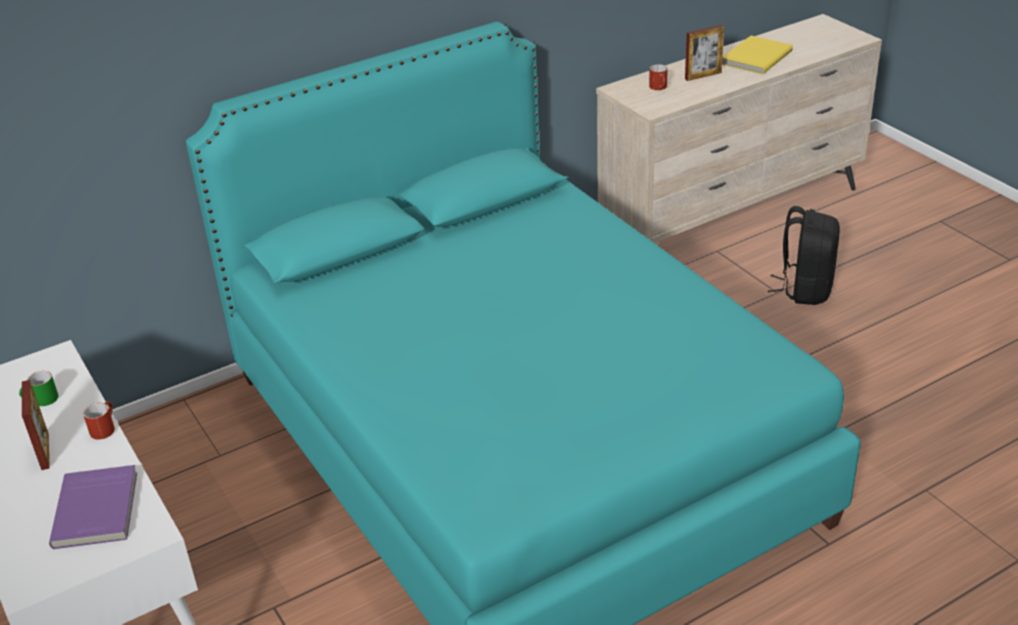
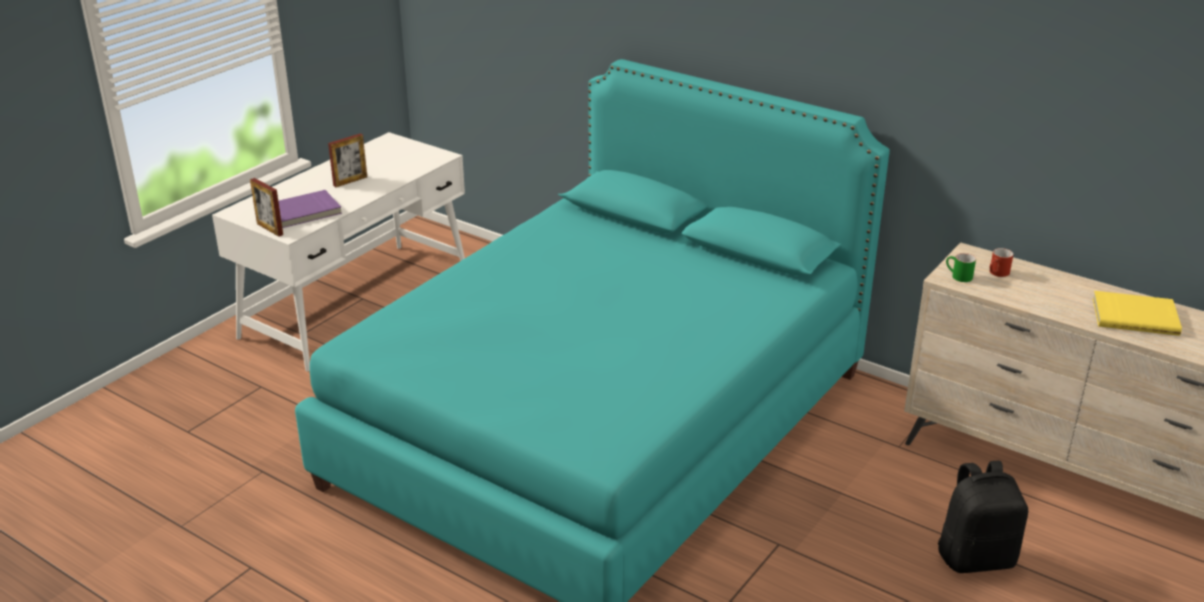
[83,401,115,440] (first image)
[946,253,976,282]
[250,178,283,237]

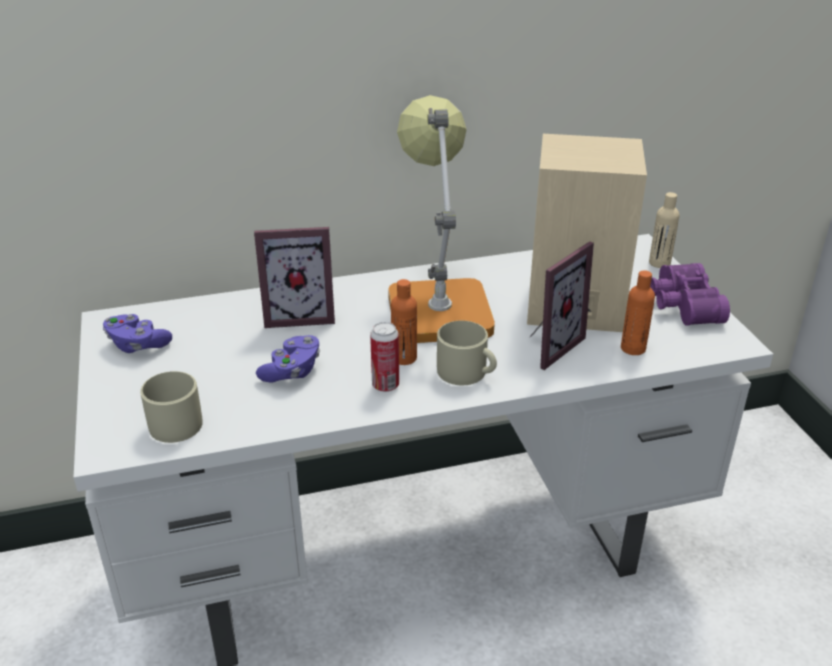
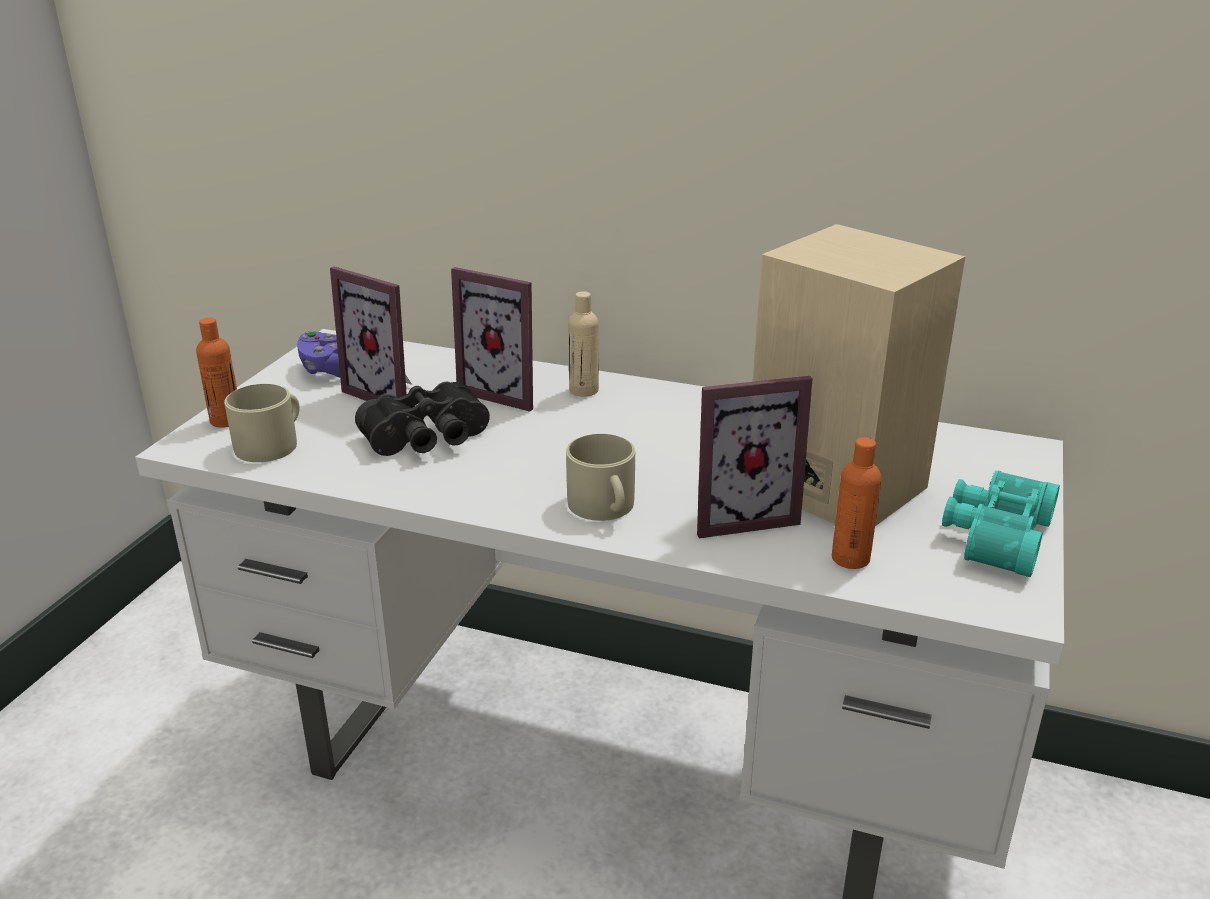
[370,322,399,392] (first image)
[388,95,495,343] (first image)
[330,267,412,401]
[196,317,237,428]
[568,291,599,397]
[355,382,490,456]
[942,470,1060,577]

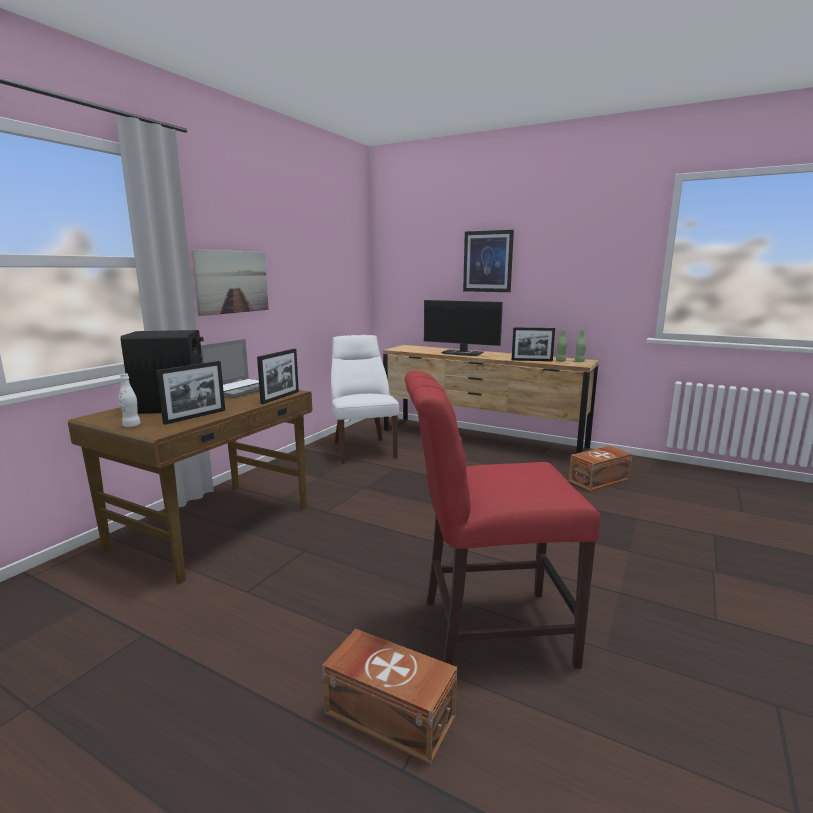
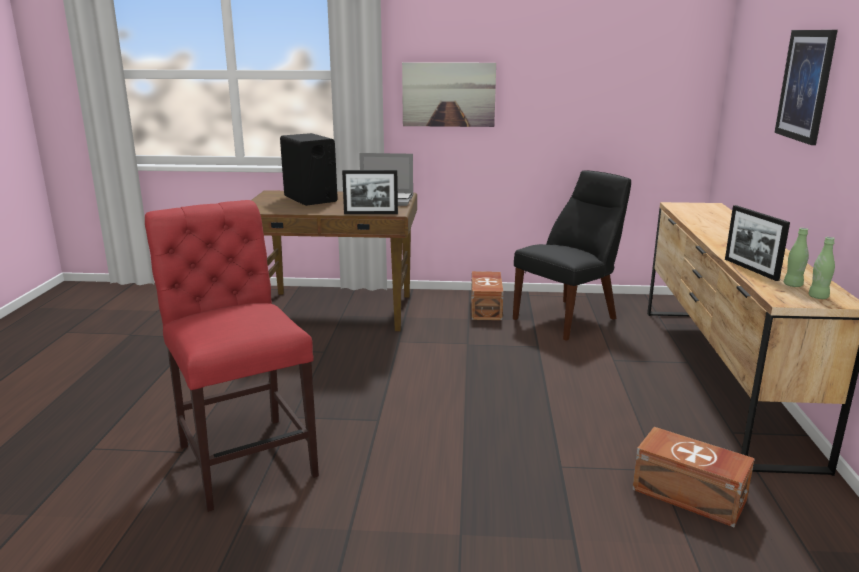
[119,373,141,427] (first image)
[156,361,225,425] (first image)
[424,300,503,356] (first image)
[471,271,503,320]
[513,170,631,341]

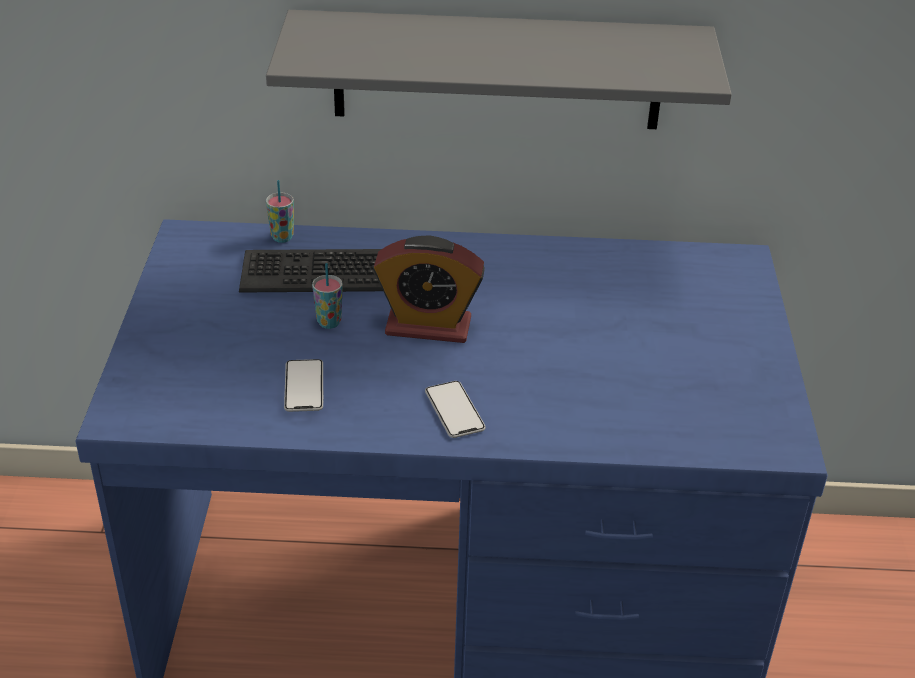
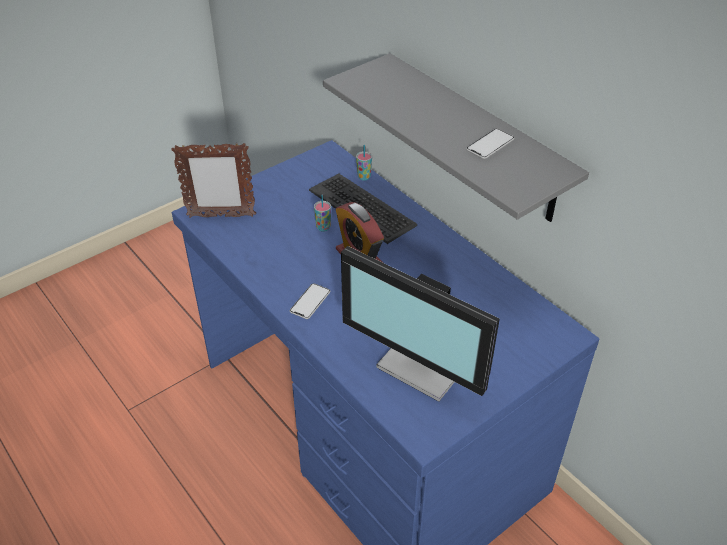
[171,143,256,218]
[341,246,500,401]
[466,129,515,159]

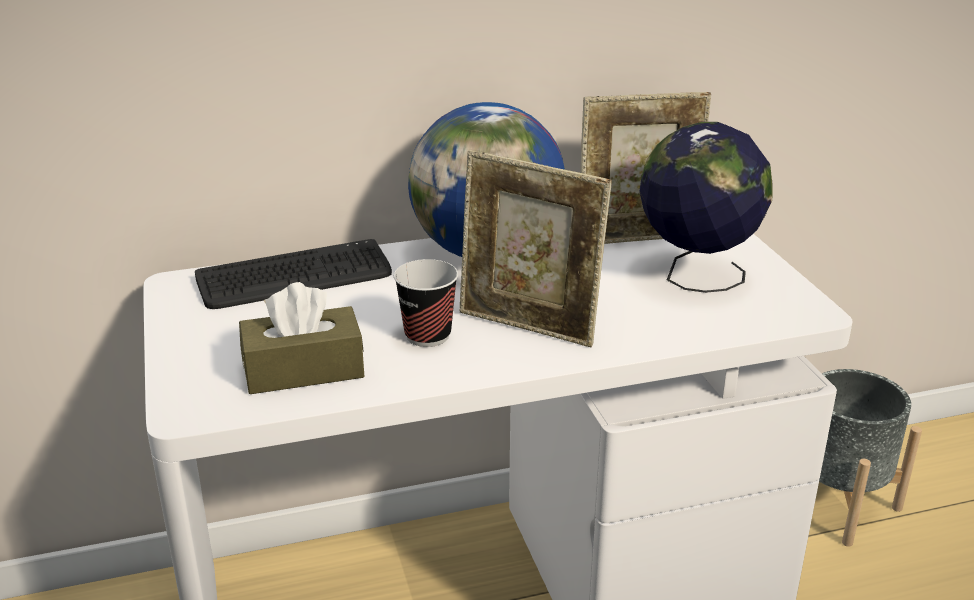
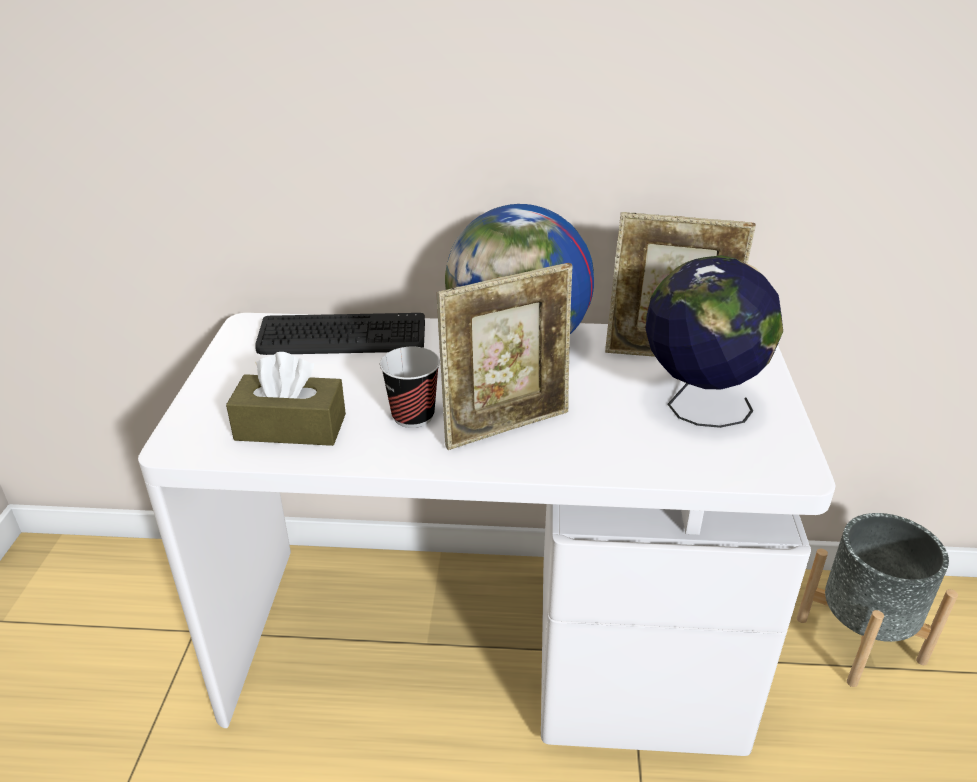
[437,263,572,450]

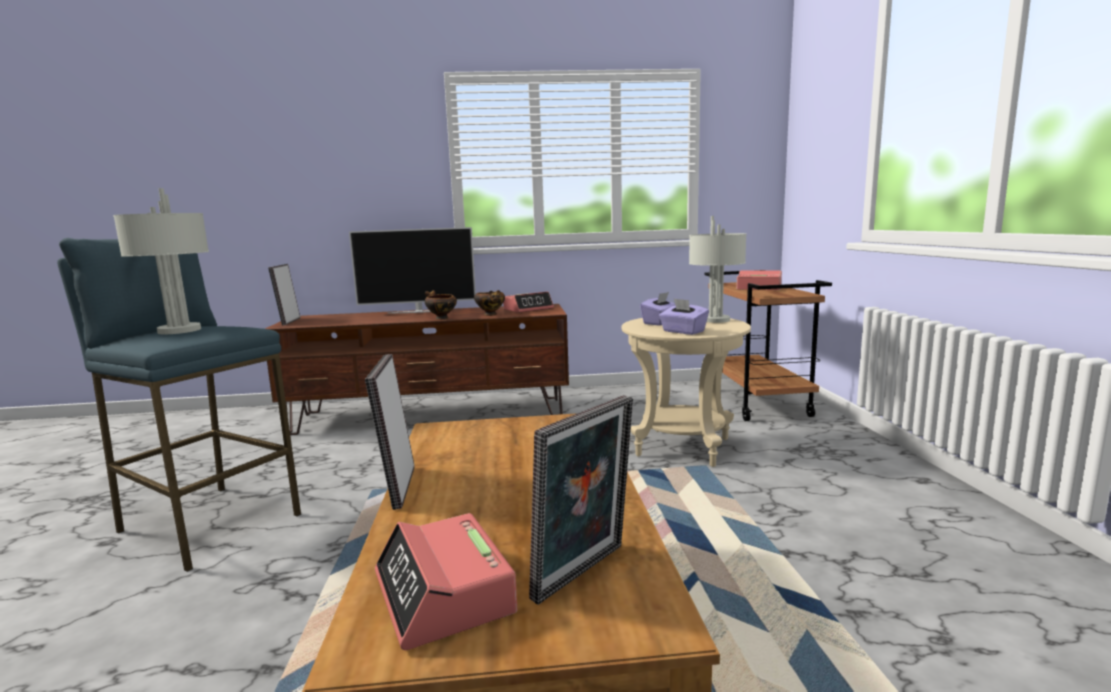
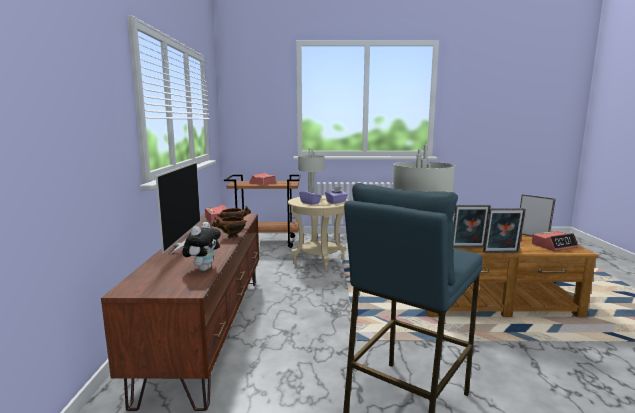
[182,222,221,271]
[453,205,491,248]

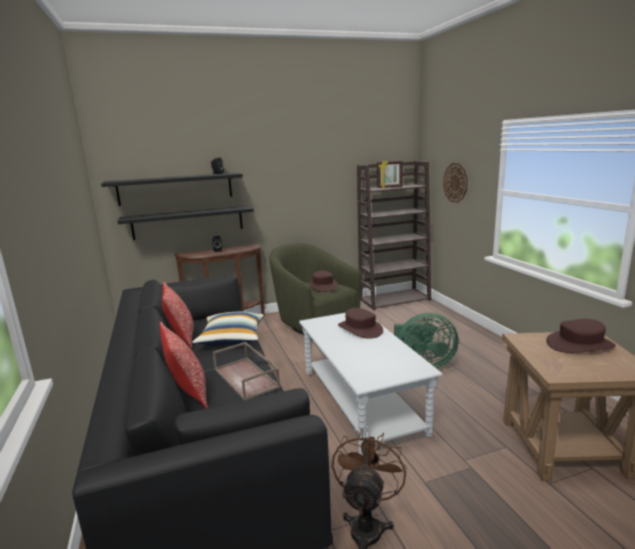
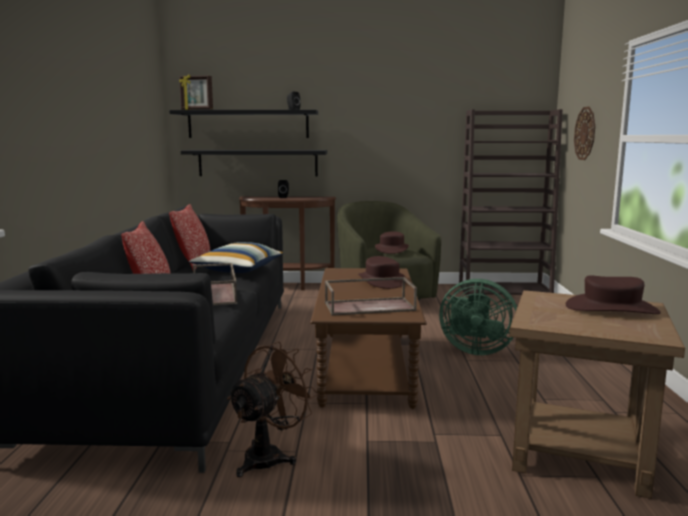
[325,277,417,316]
[179,74,213,110]
[310,268,427,409]

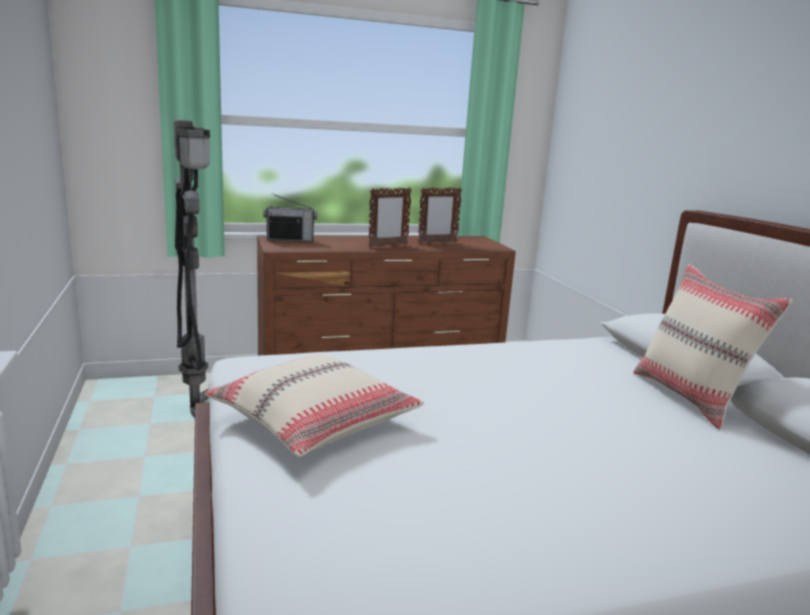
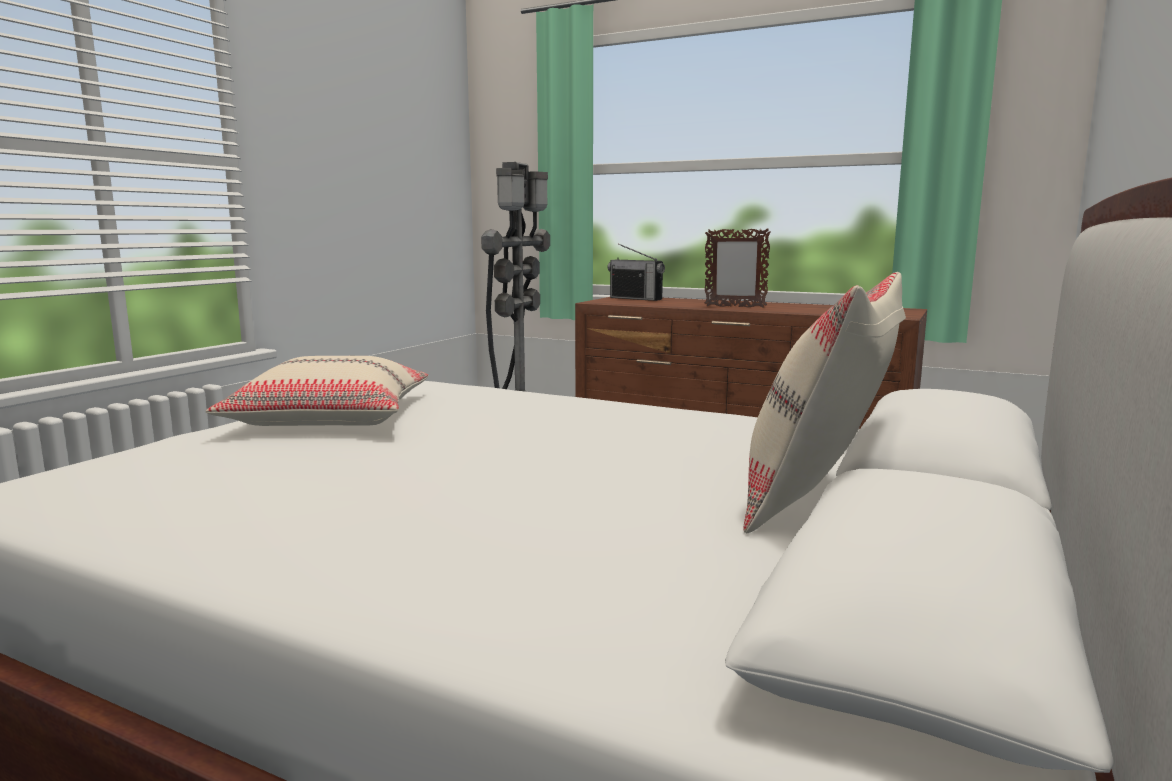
[418,187,462,243] (first image)

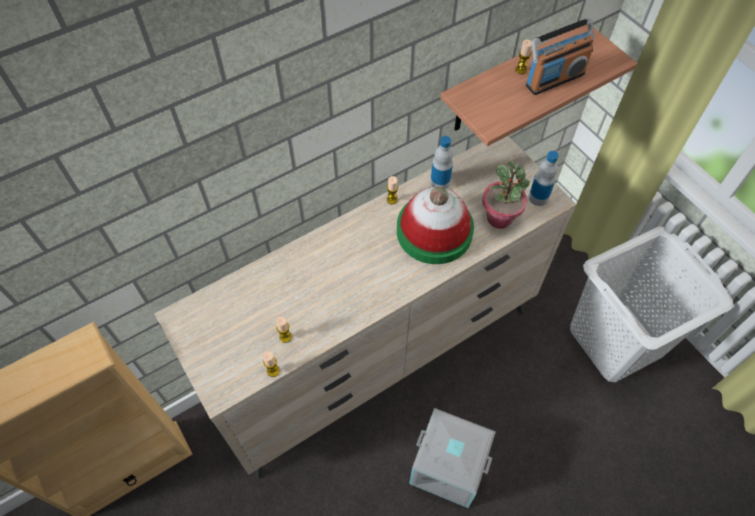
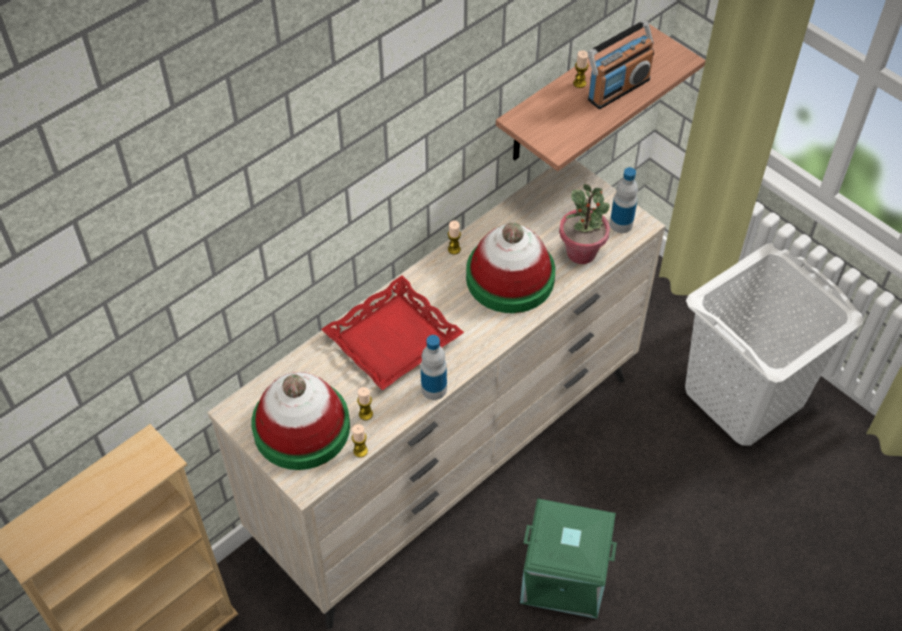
[251,372,350,470]
[321,275,464,390]
[421,335,447,400]
[520,498,617,619]

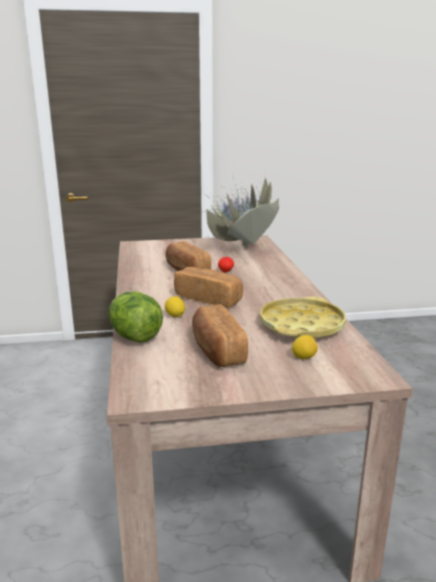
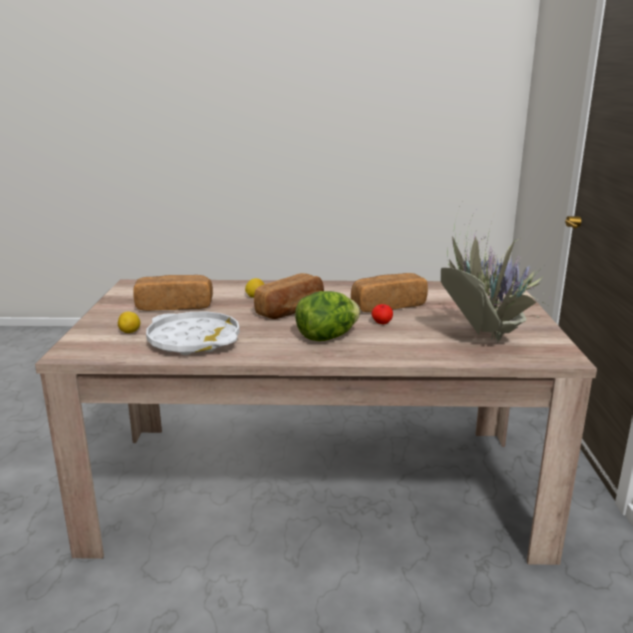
[295,291,360,341]
[146,312,240,355]

